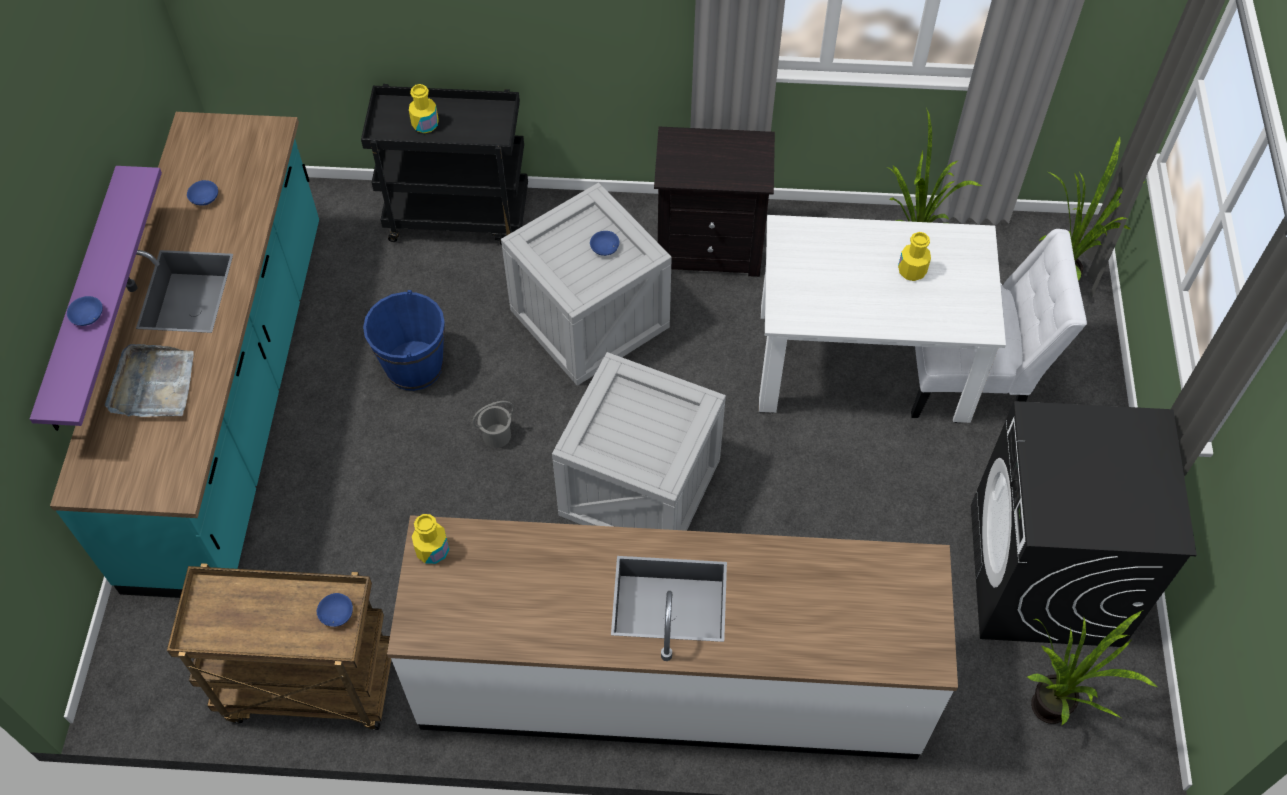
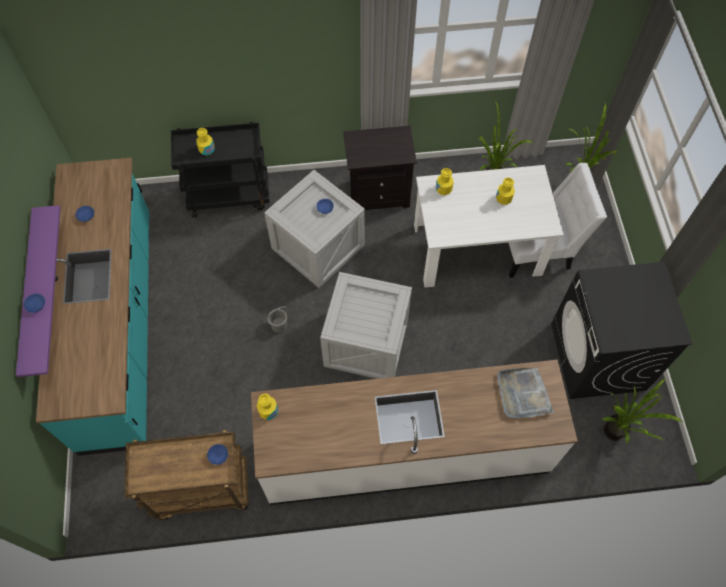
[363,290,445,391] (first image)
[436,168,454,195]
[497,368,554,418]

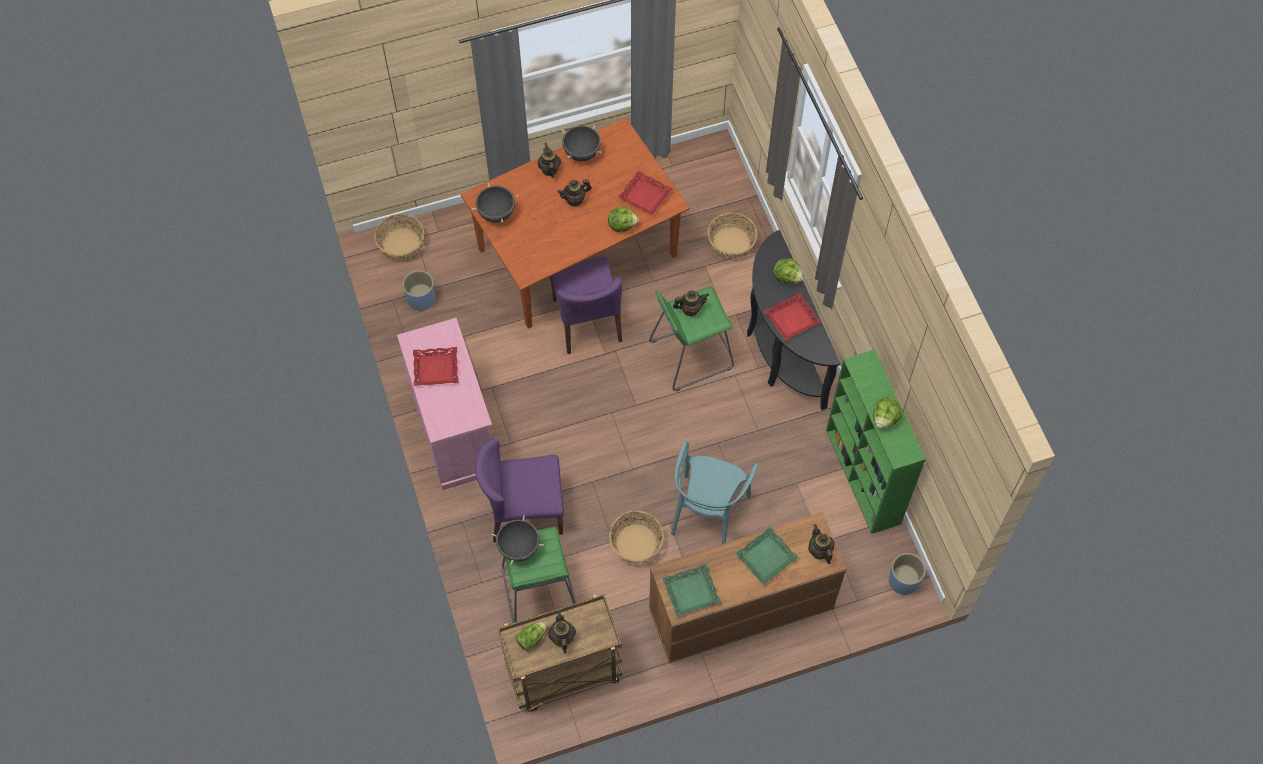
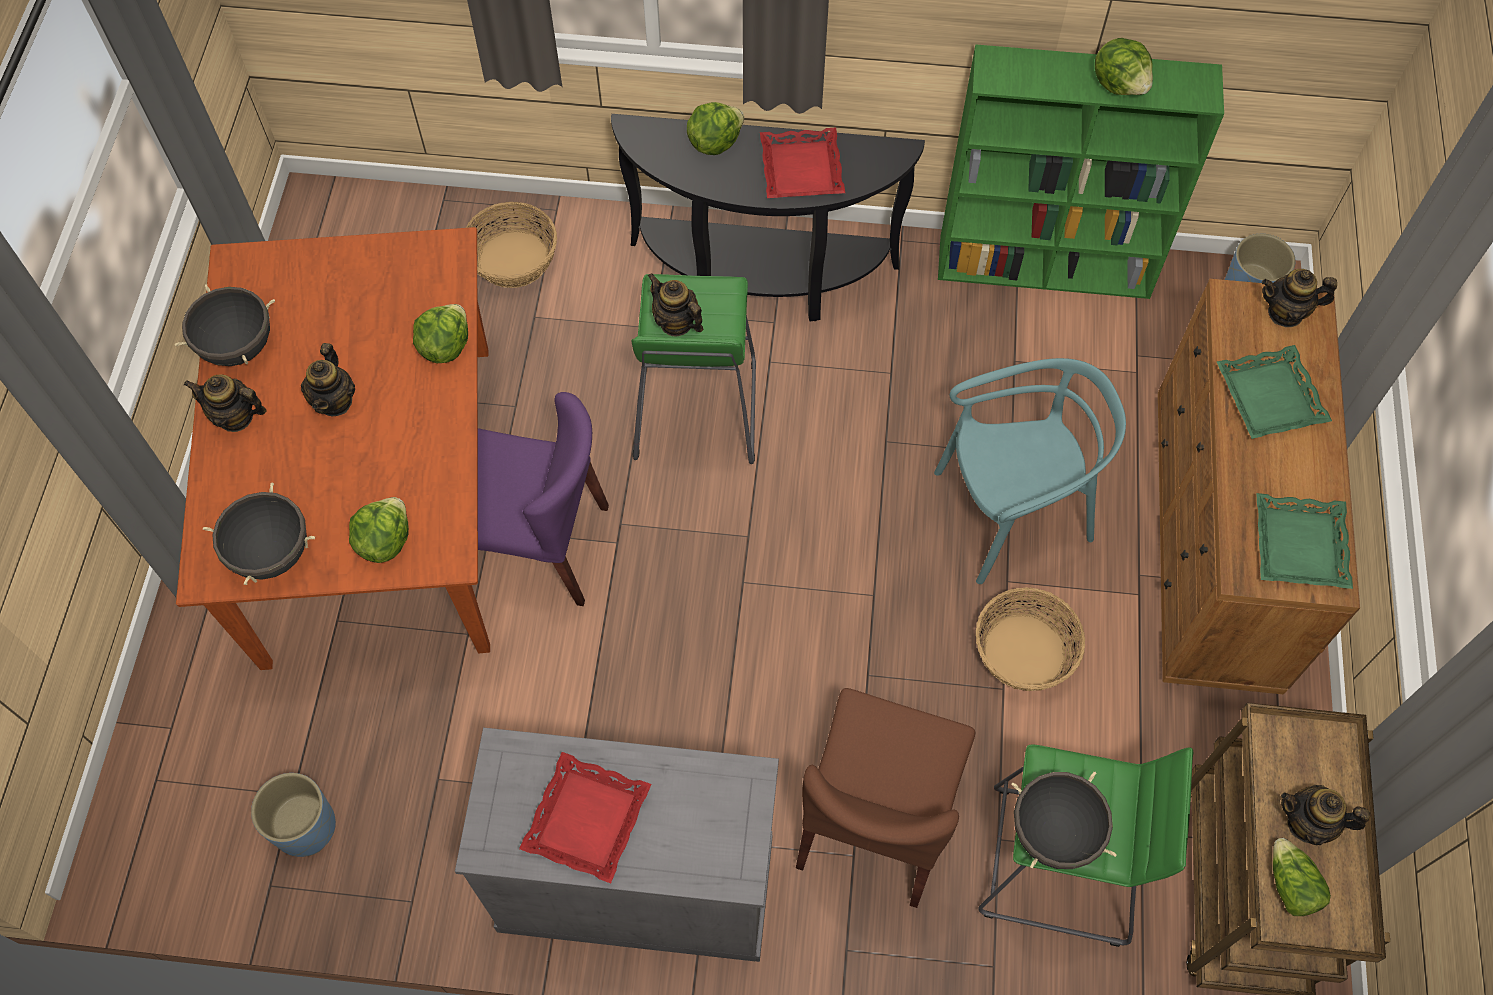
[374,214,424,260] (first image)
[618,171,673,215] (first image)
[349,497,409,563]
[455,727,779,962]
[796,688,976,908]
[934,358,1126,584]
[648,273,703,336]

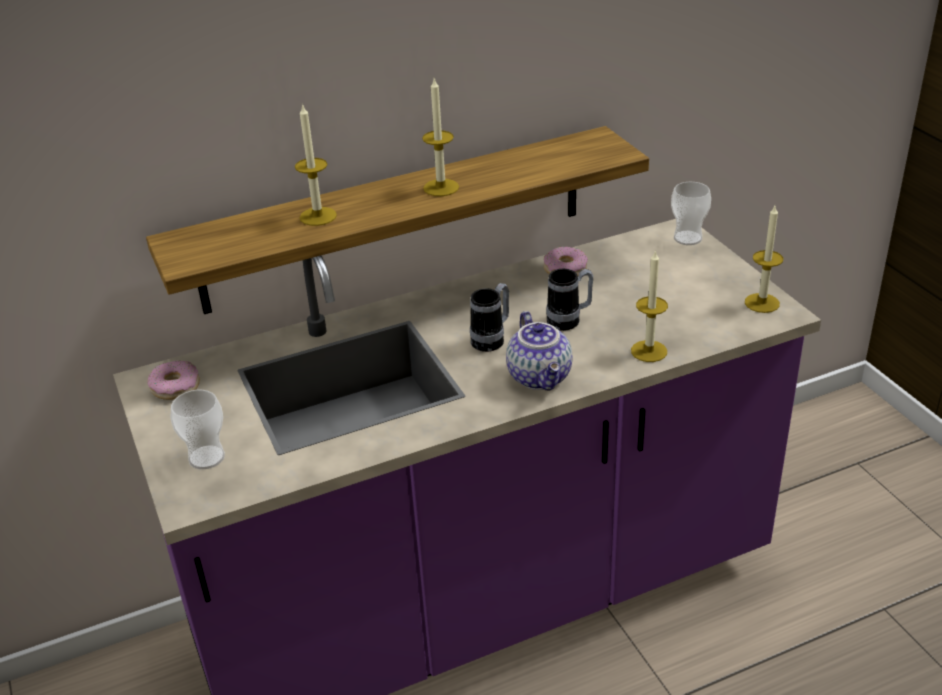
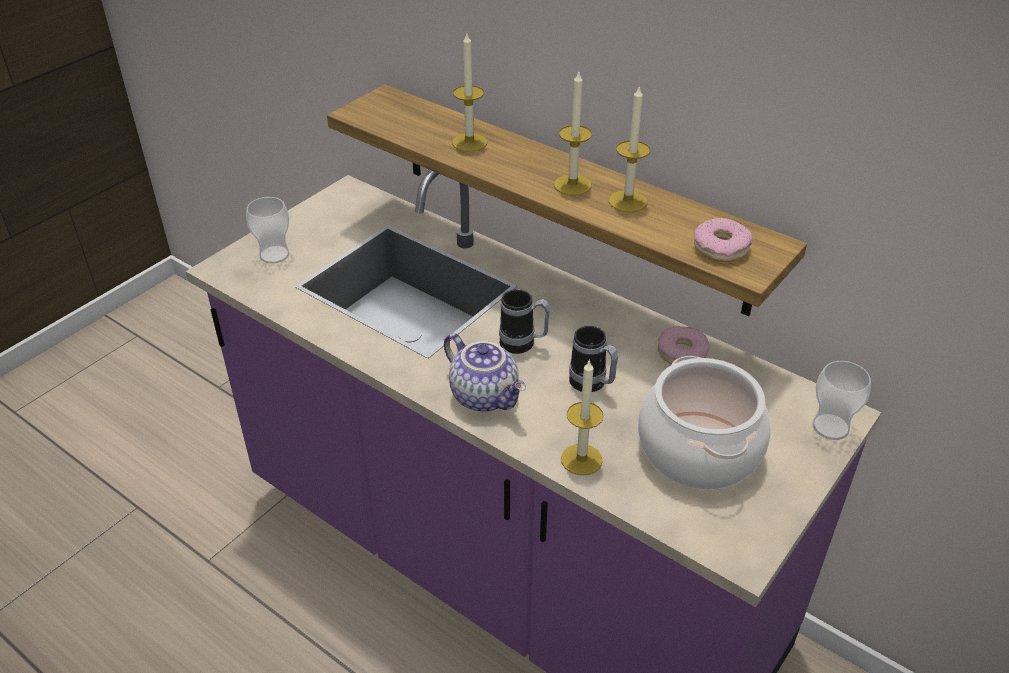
[638,356,771,490]
[694,218,752,262]
[609,85,650,212]
[444,333,526,412]

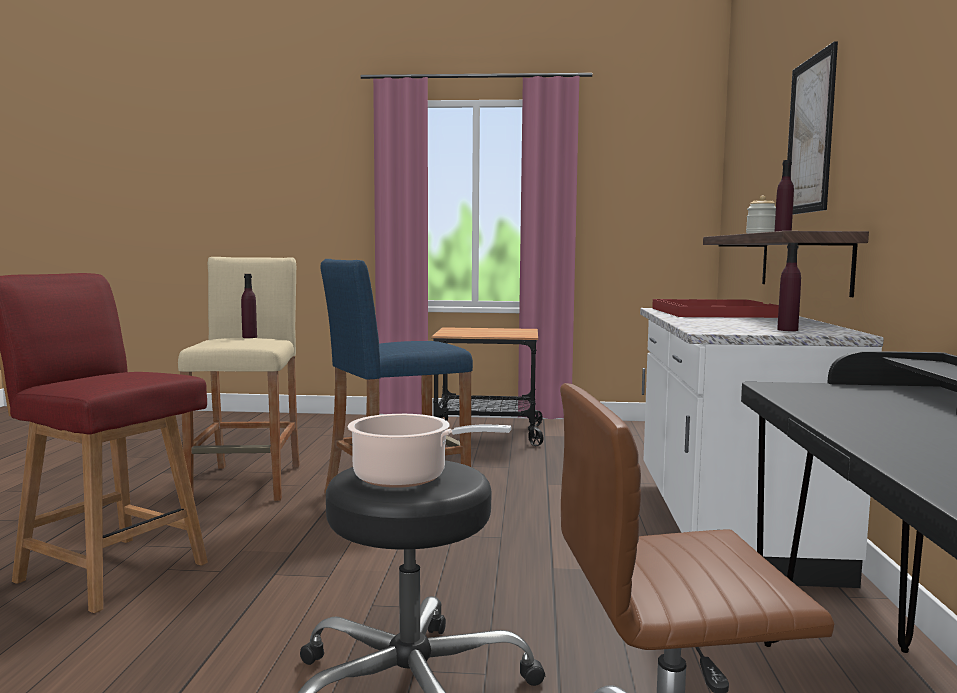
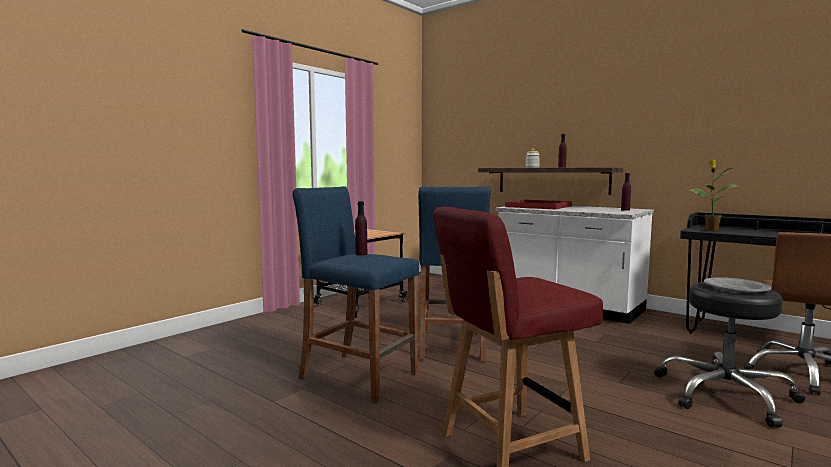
[787,41,838,215] (first image)
[689,159,739,231]
[704,277,771,293]
[292,186,419,403]

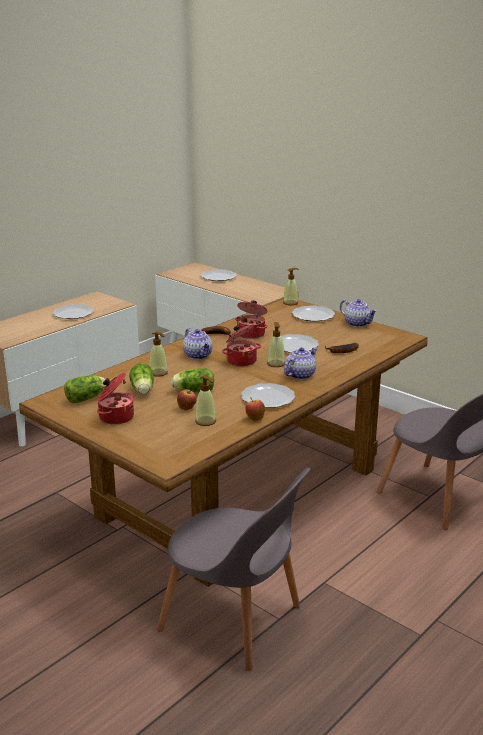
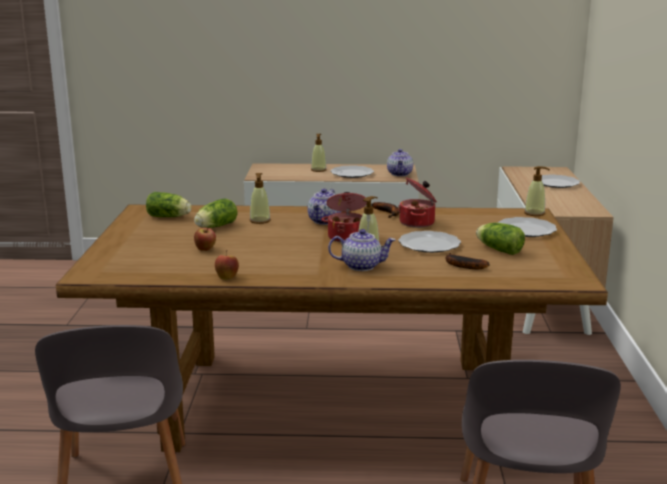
[97,373,134,425] (first image)
[241,383,295,408] (first image)
[476,223,525,255]
[311,134,327,172]
[387,149,413,176]

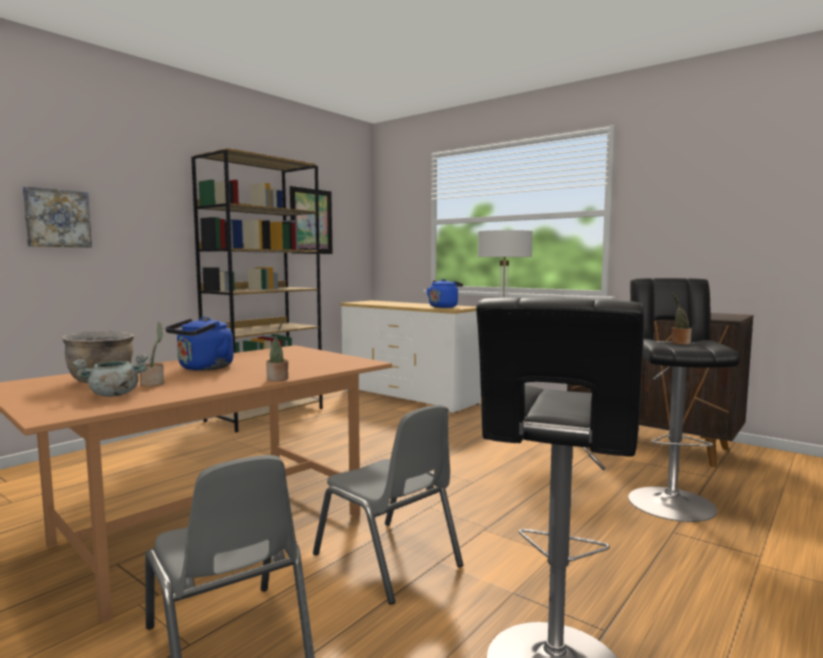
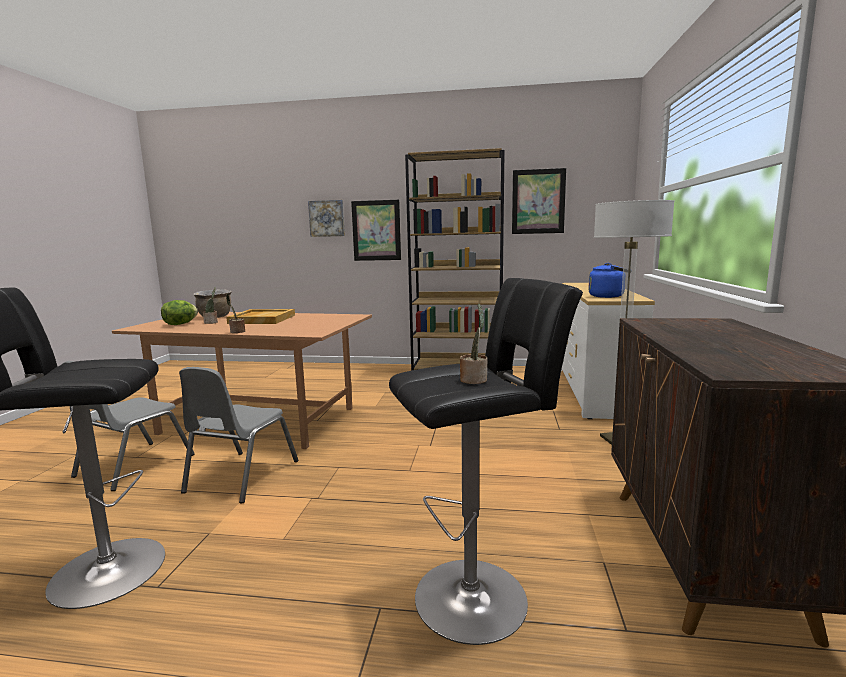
[351,200,401,261]
[161,300,198,325]
[226,309,295,324]

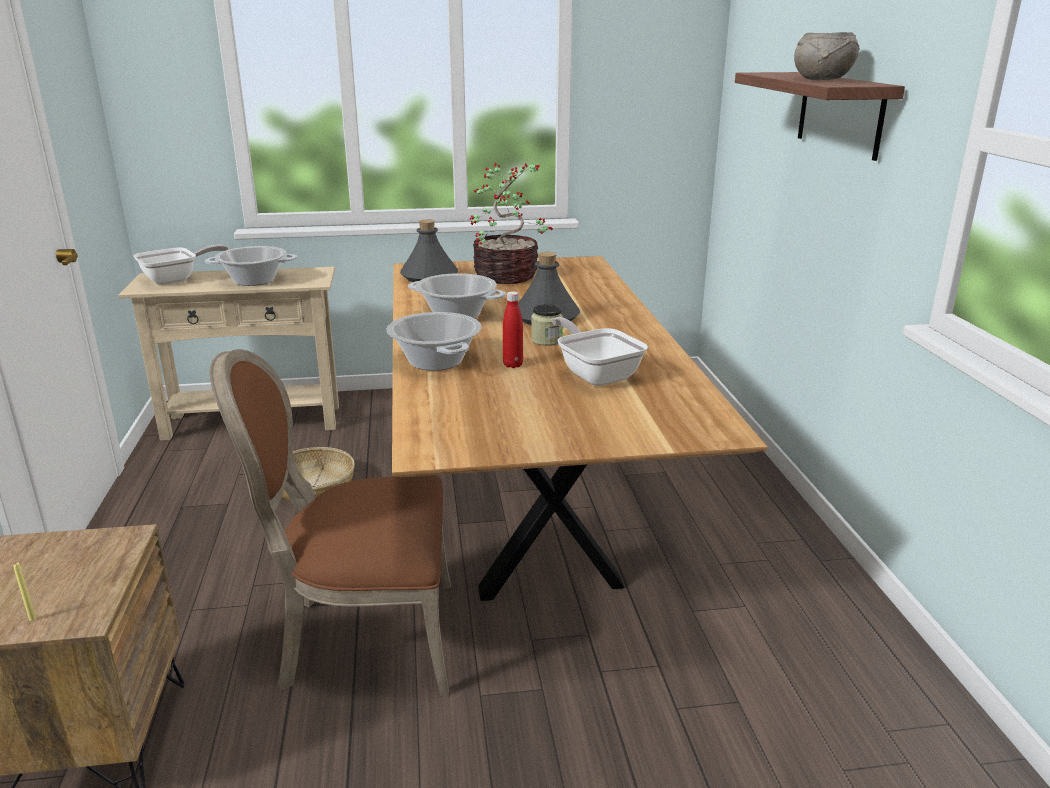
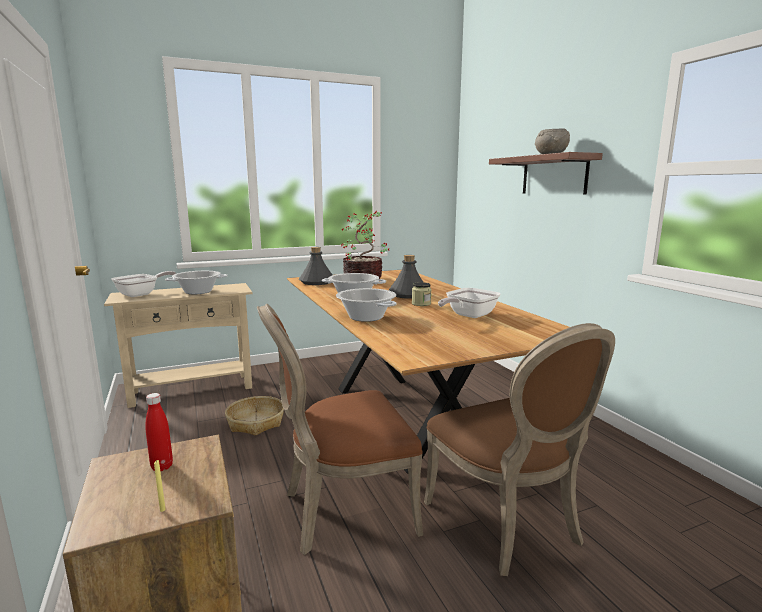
[424,323,615,576]
[145,393,173,472]
[438,288,501,318]

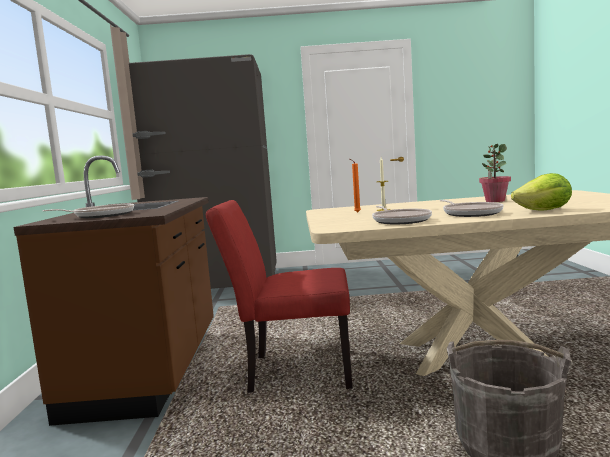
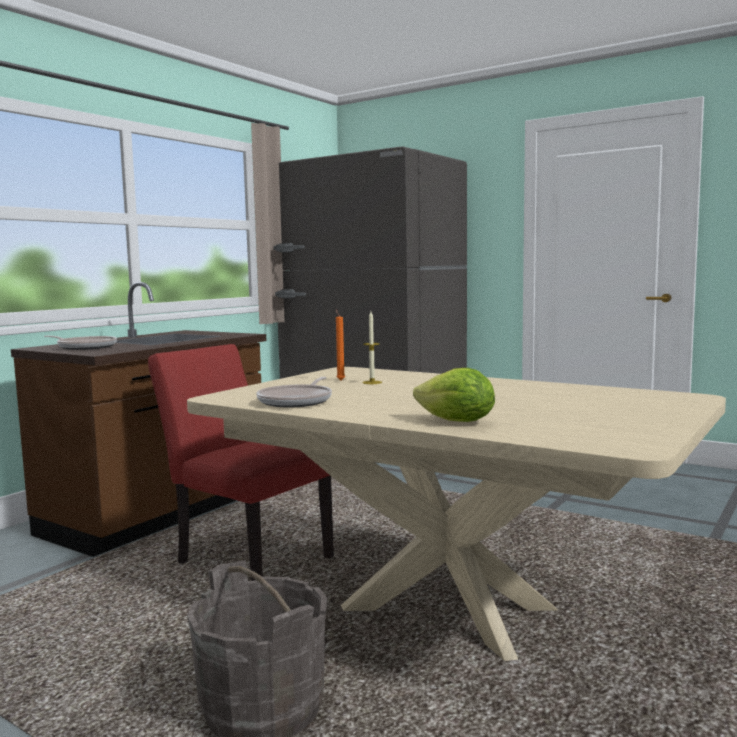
[440,200,503,217] (first image)
[479,144,511,202] (first image)

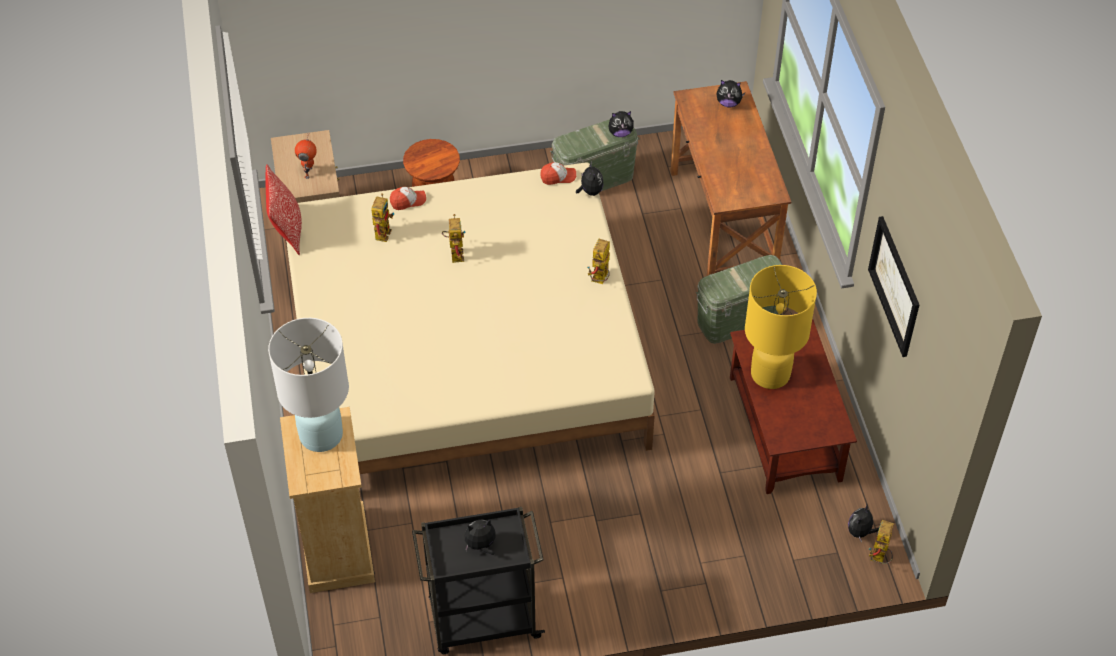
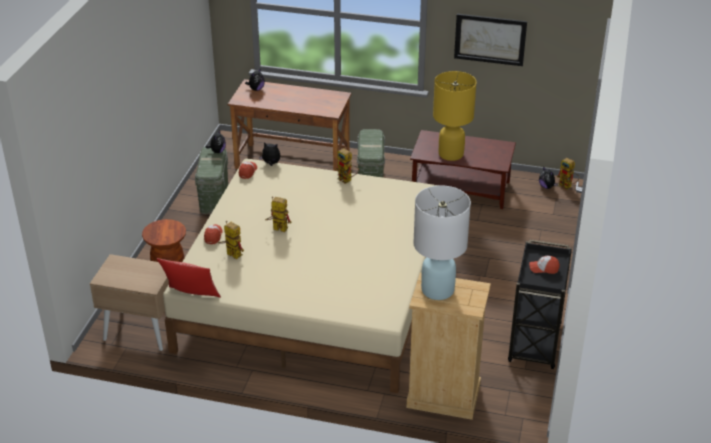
[295,133,317,179] (first image)
[529,256,560,274]

